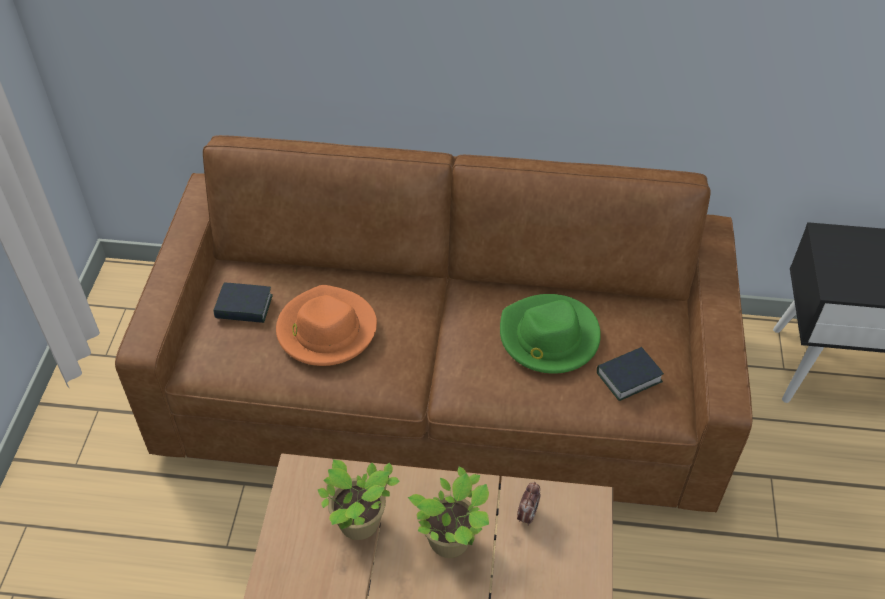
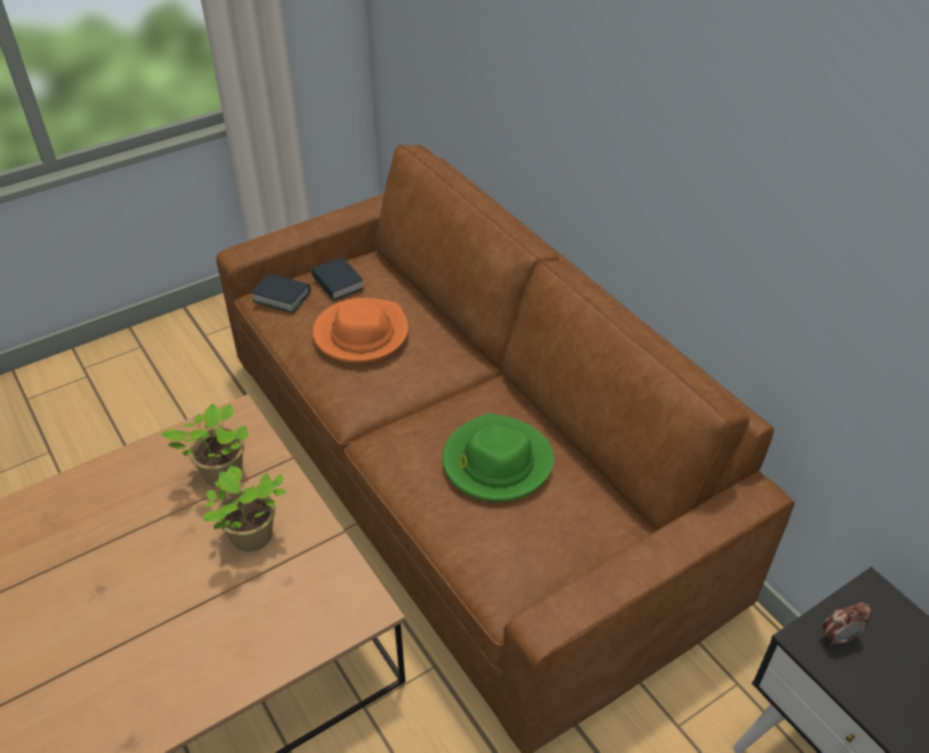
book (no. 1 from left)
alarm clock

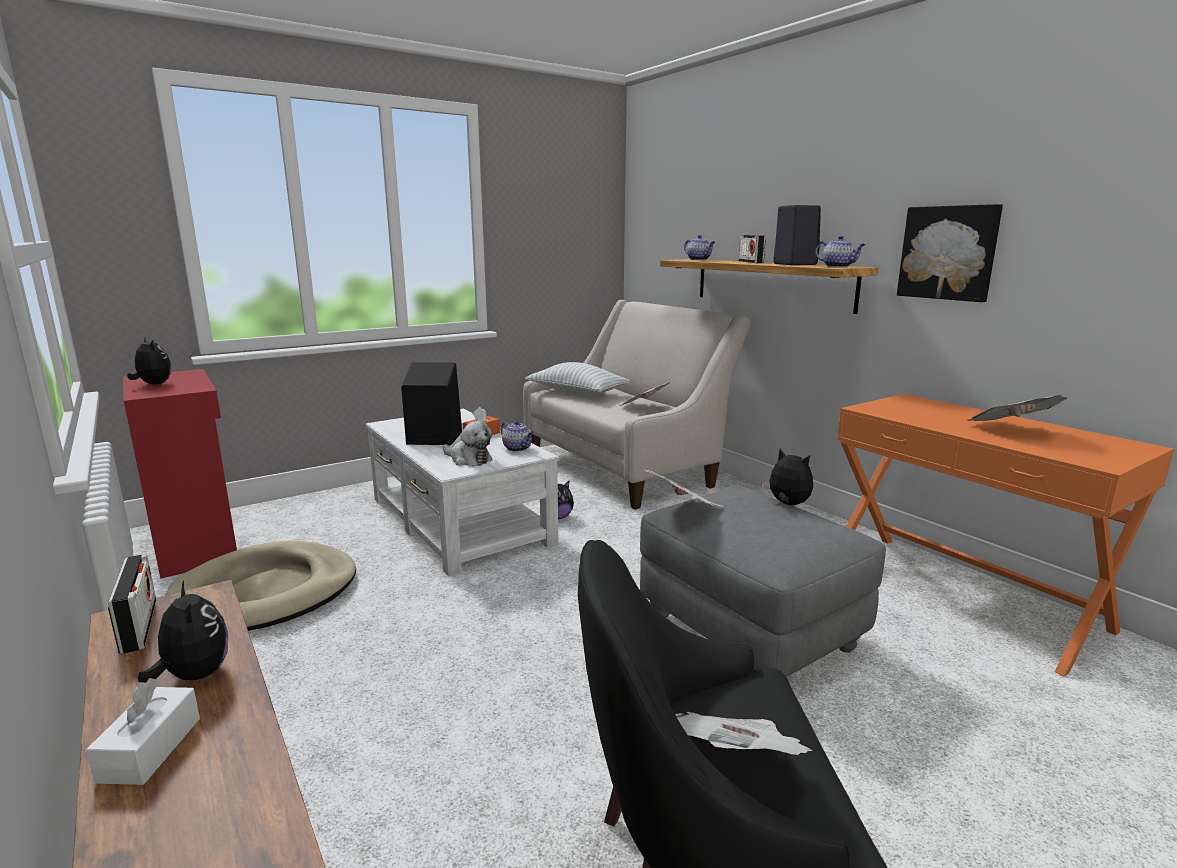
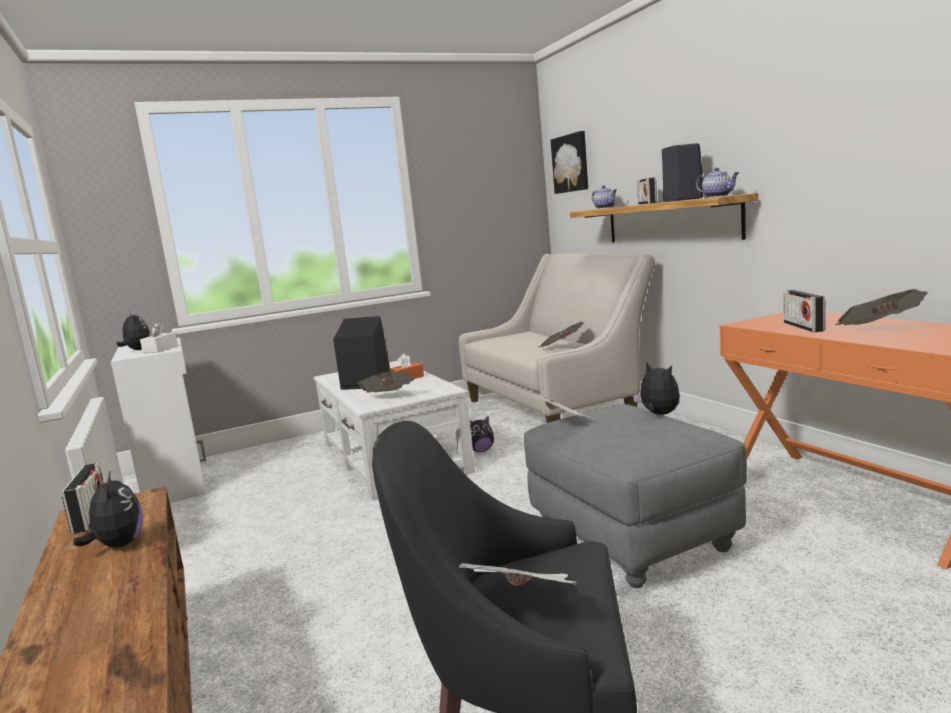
white cabinet
white tissue box
newspaper (no. 1 from left)
picture
radio (no. 3 from left)
beige dog bed
teapot (no. 1 from left in the first image)
pillow

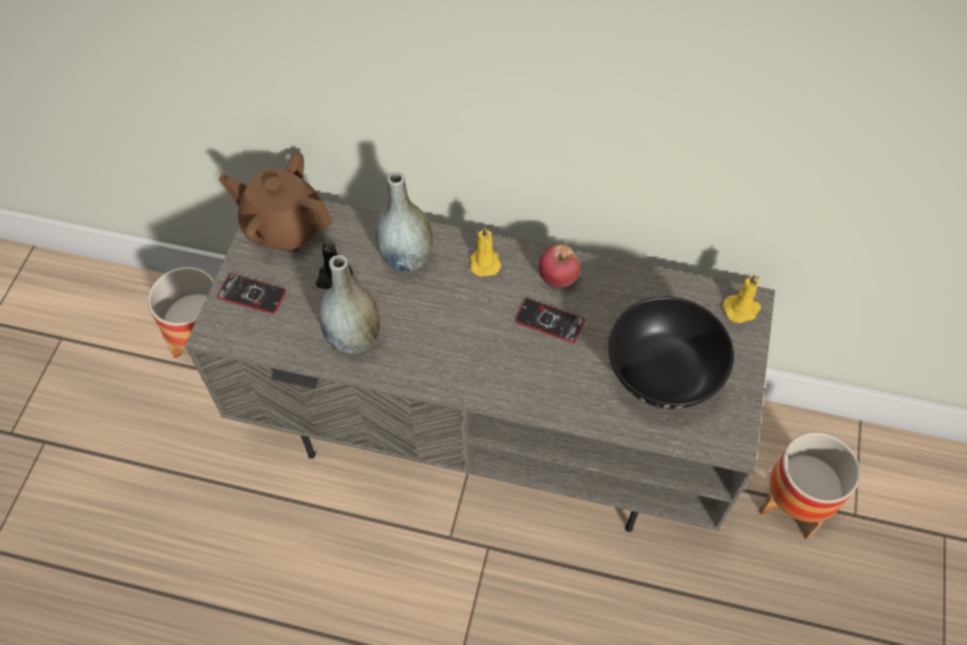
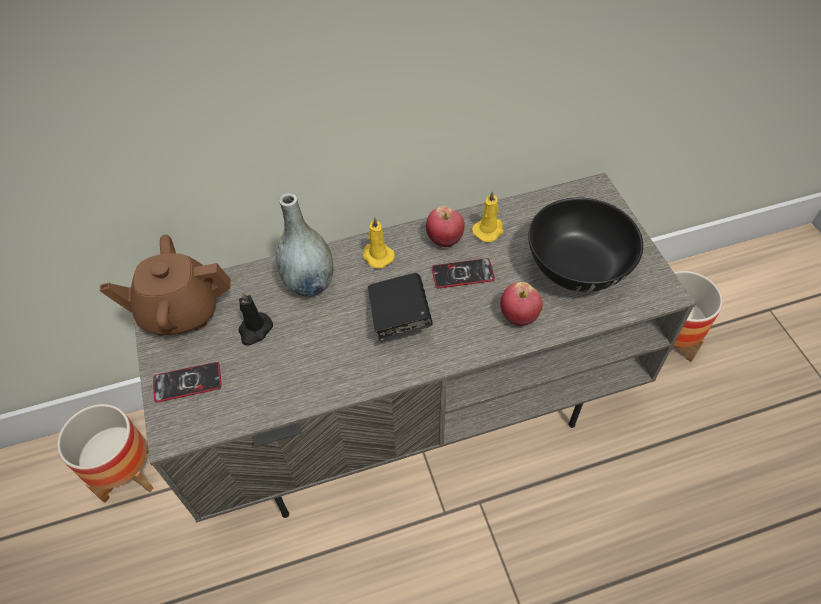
black book
yellow candle (no. 2 from left)
apple (no. 2 from left)
grey vase (no. 1 from left in the first image)

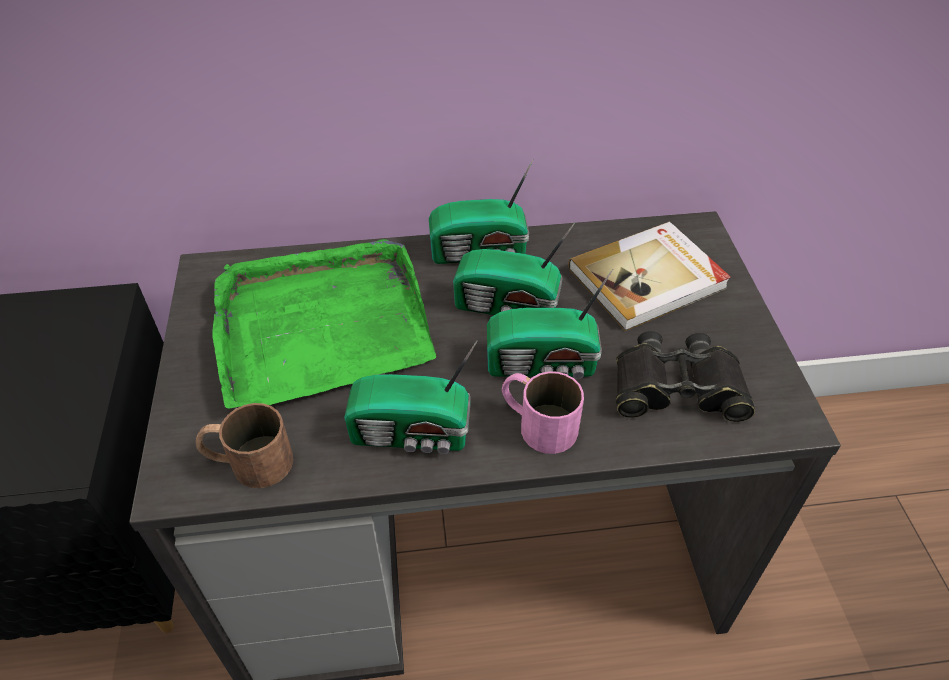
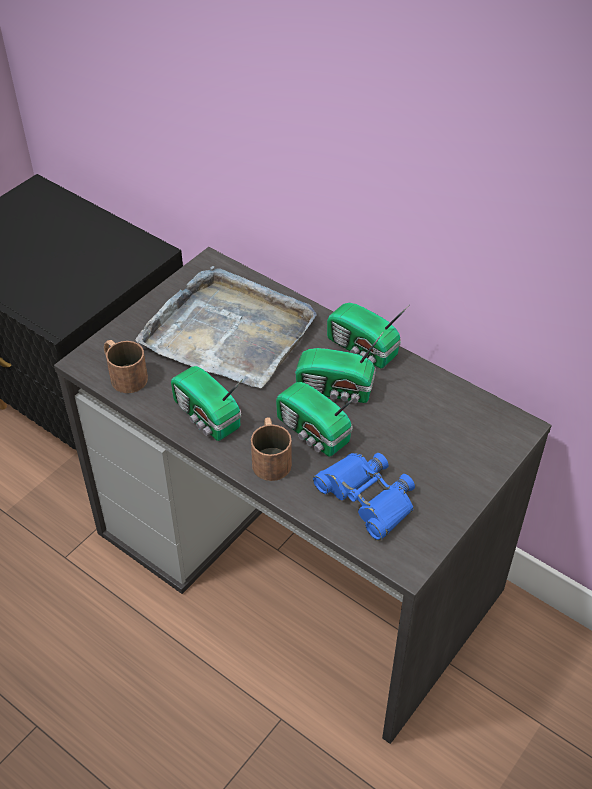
grey tray
brown mug (no. 2 from left)
radio (no. 3 from left)
blue binoculars
book

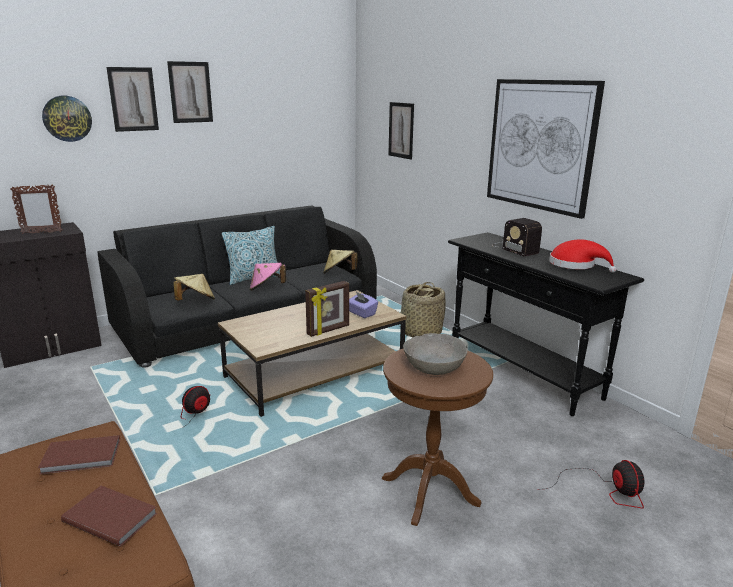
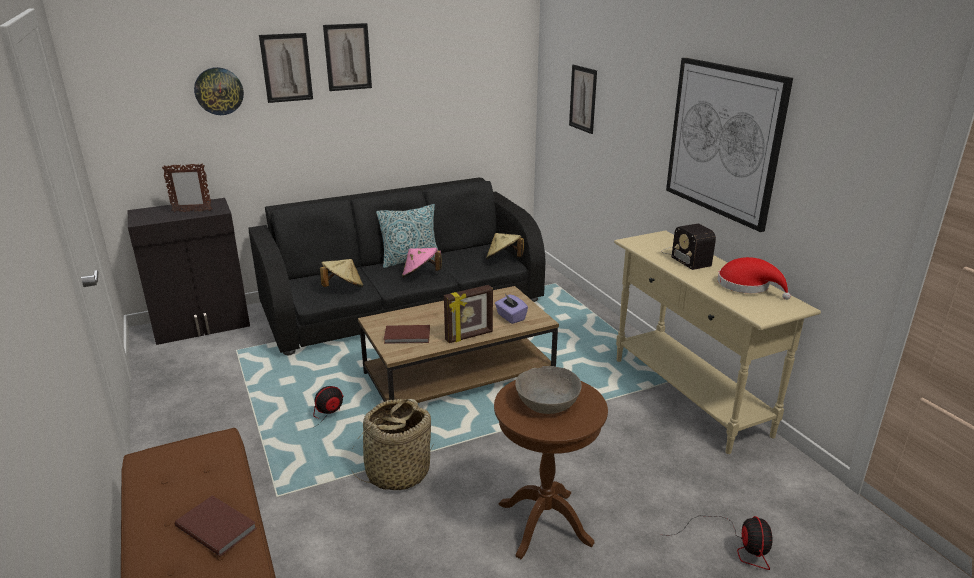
basket
brown book (no. 2 from left)
beige console table

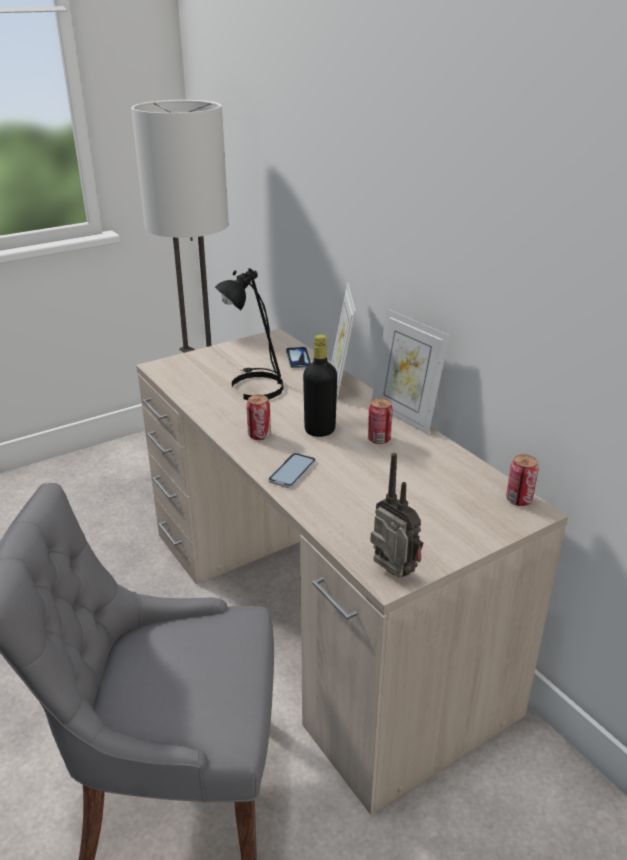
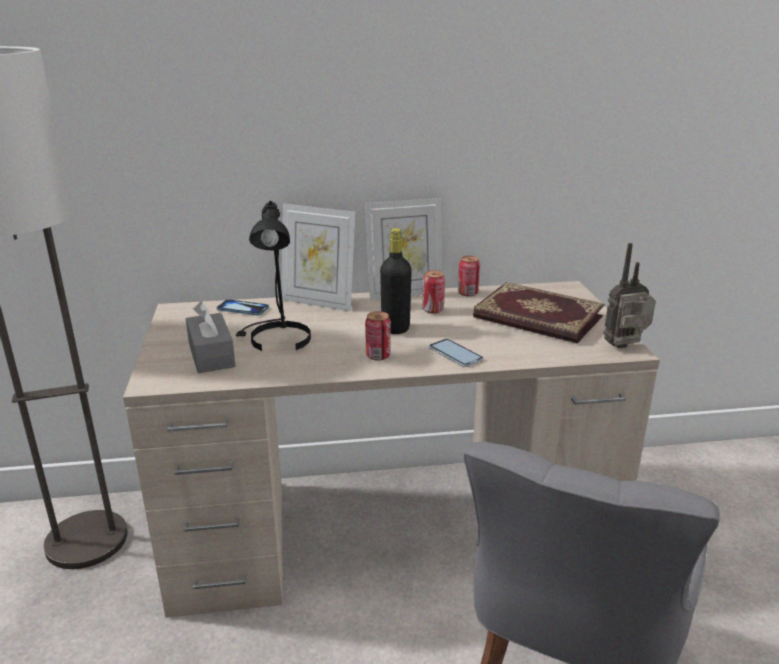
grey tissue box
can (no. 3 from left)
book

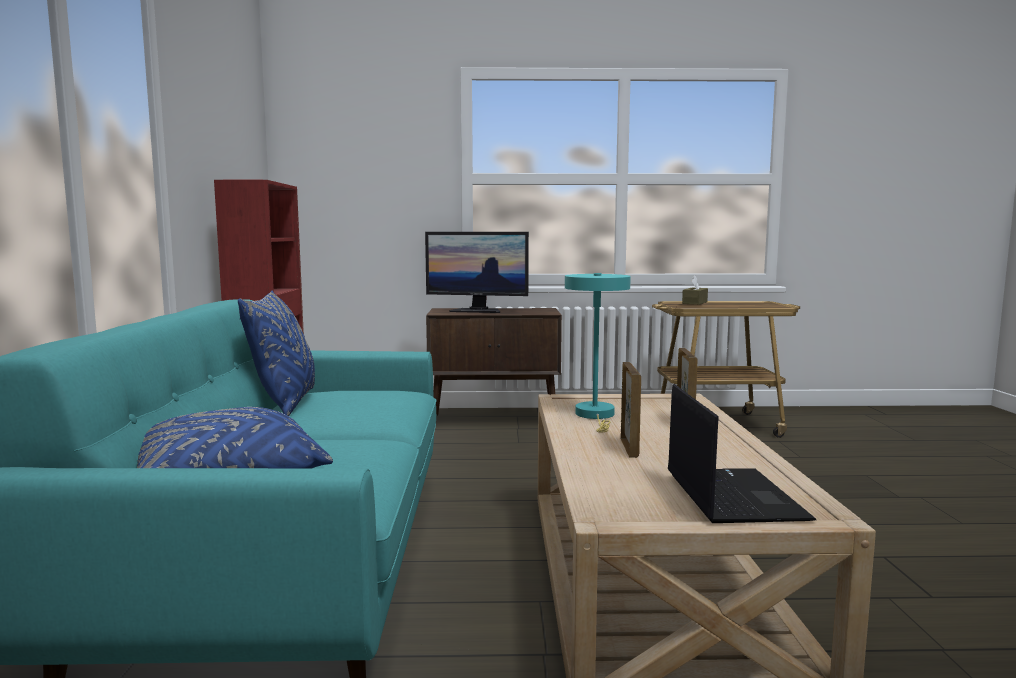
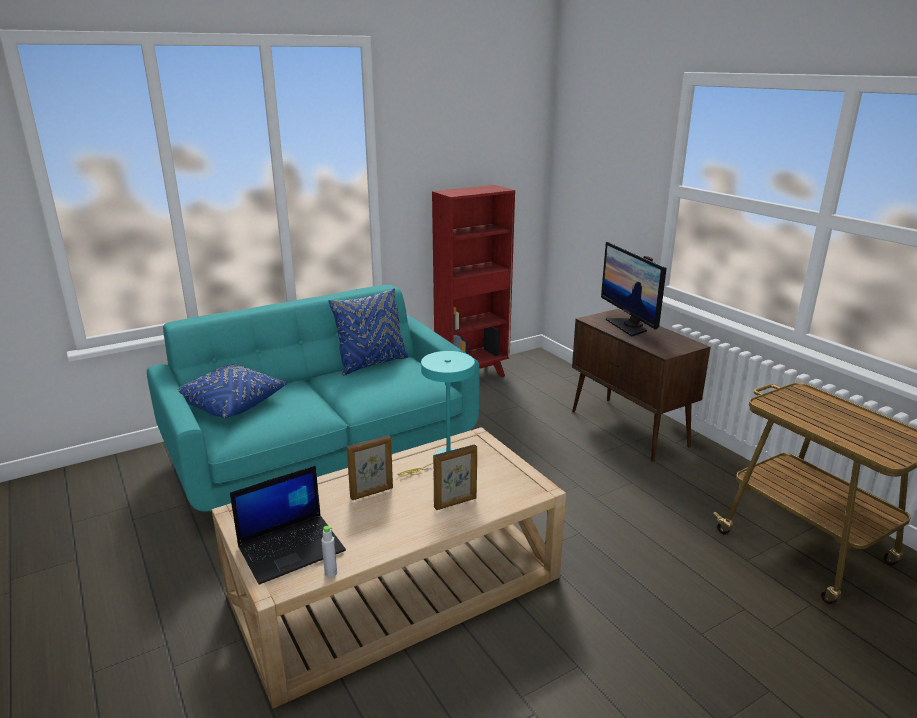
grey bottle
brown tissue box

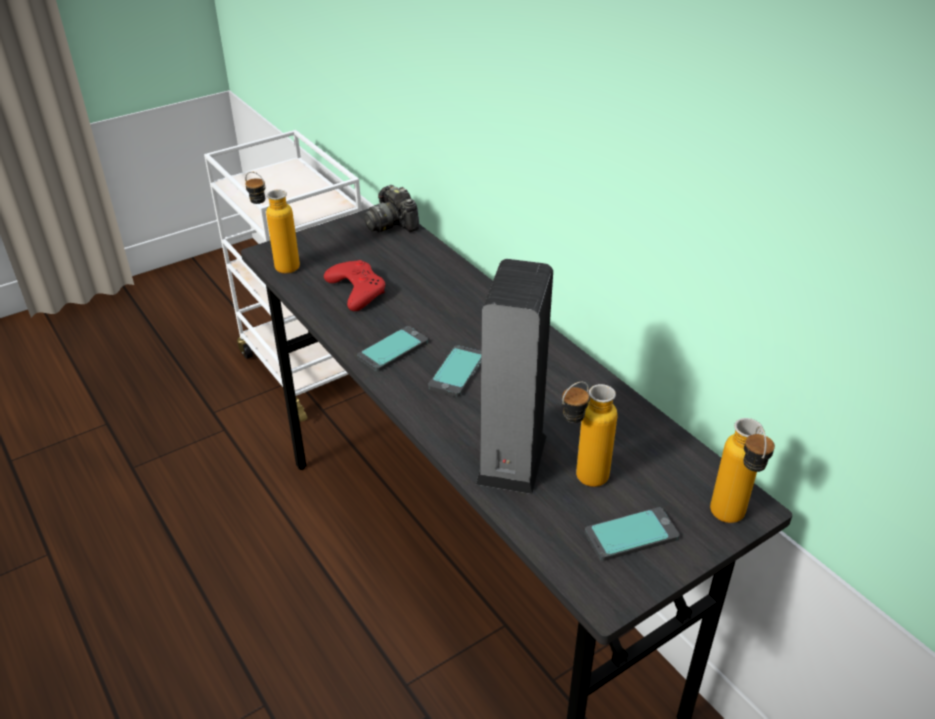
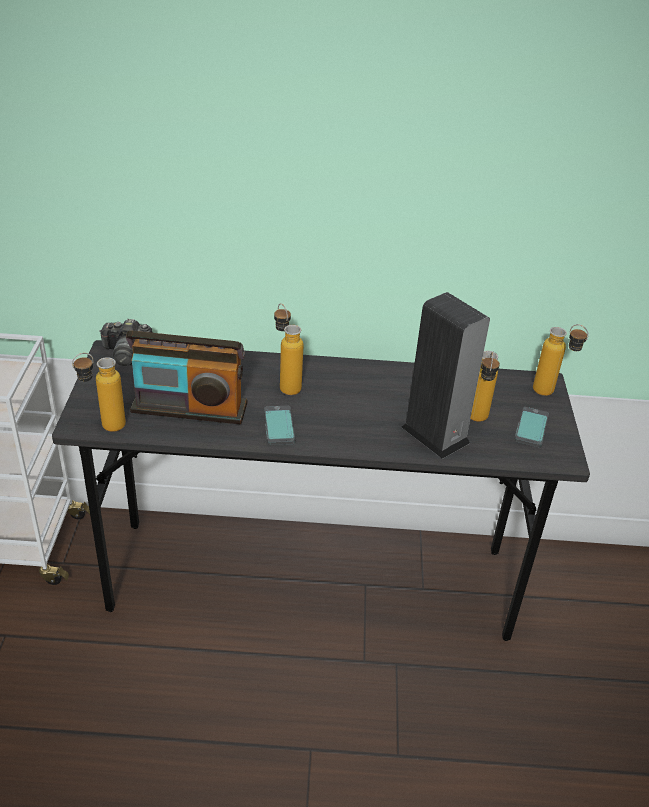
radio
bottle (no. 2 from left)
phone (no. 2 from left in the first image)

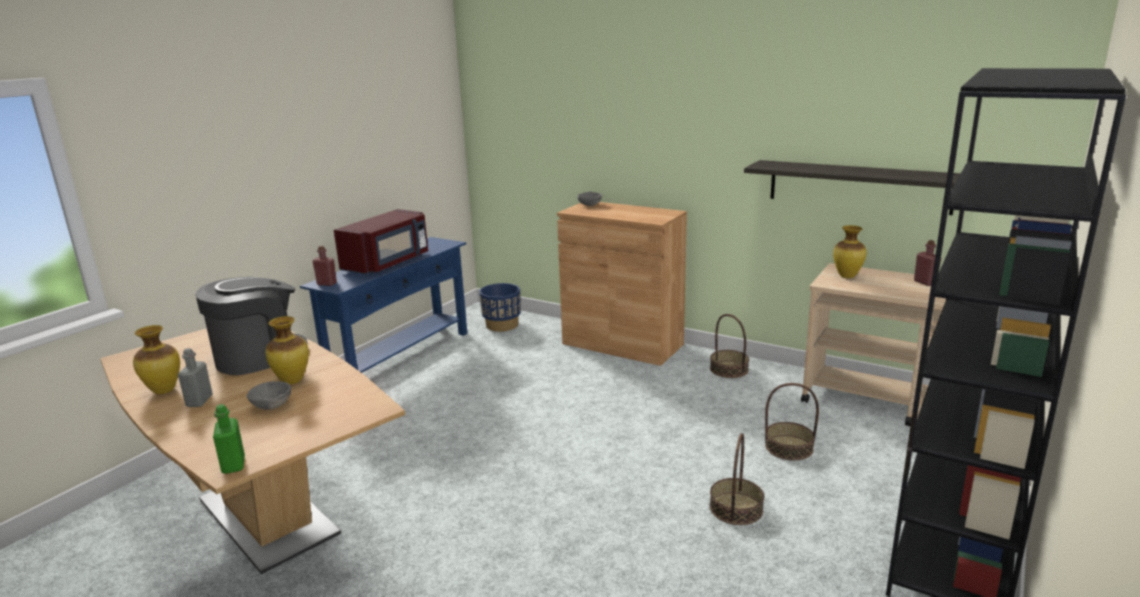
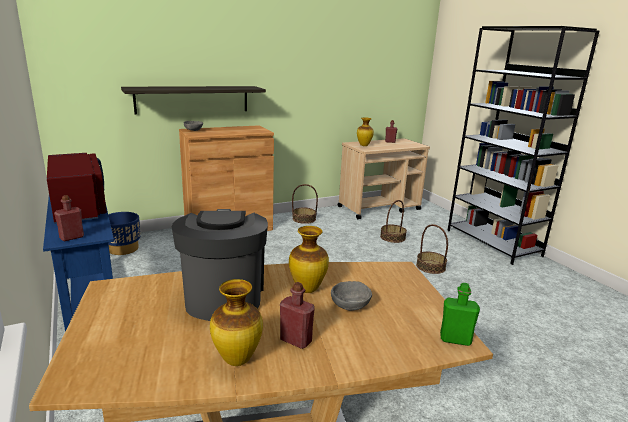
shelf
red bottle (no. 2 from left)

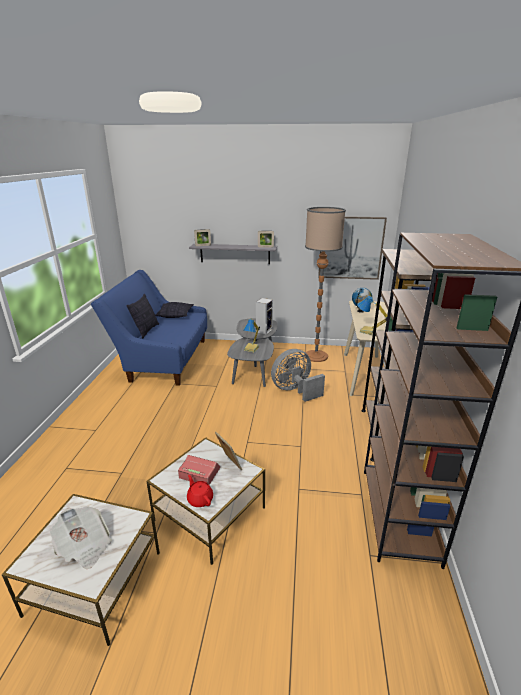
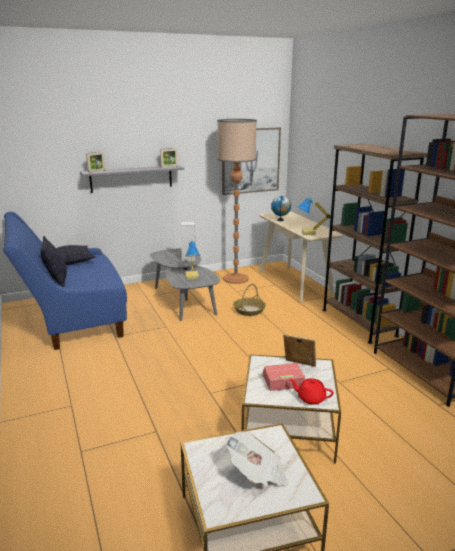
basket

